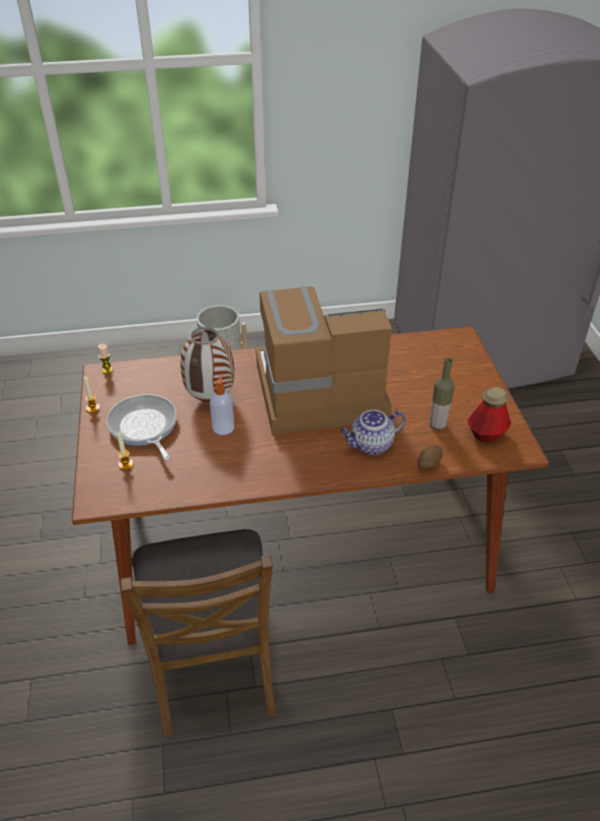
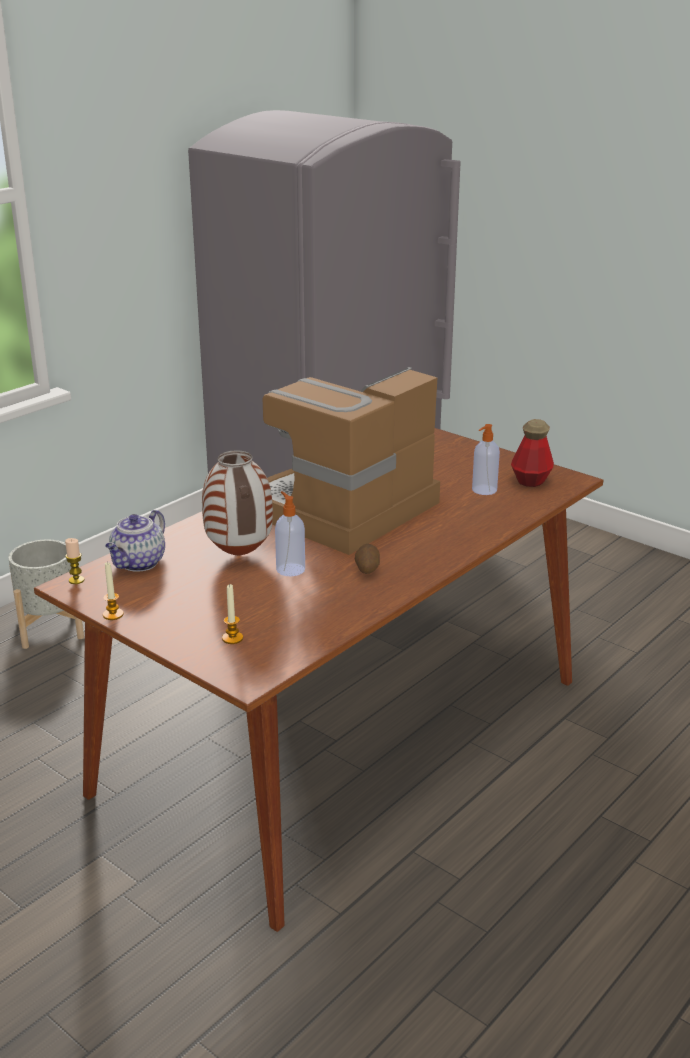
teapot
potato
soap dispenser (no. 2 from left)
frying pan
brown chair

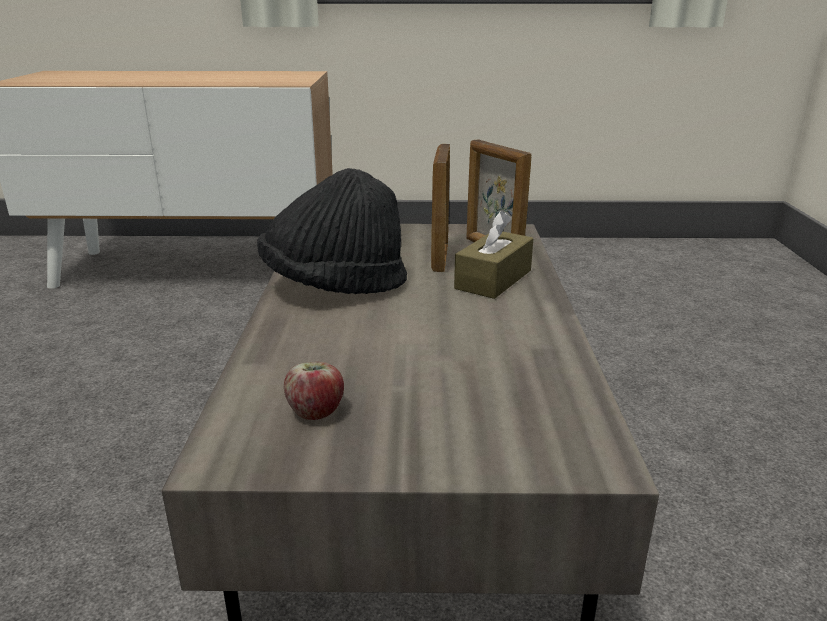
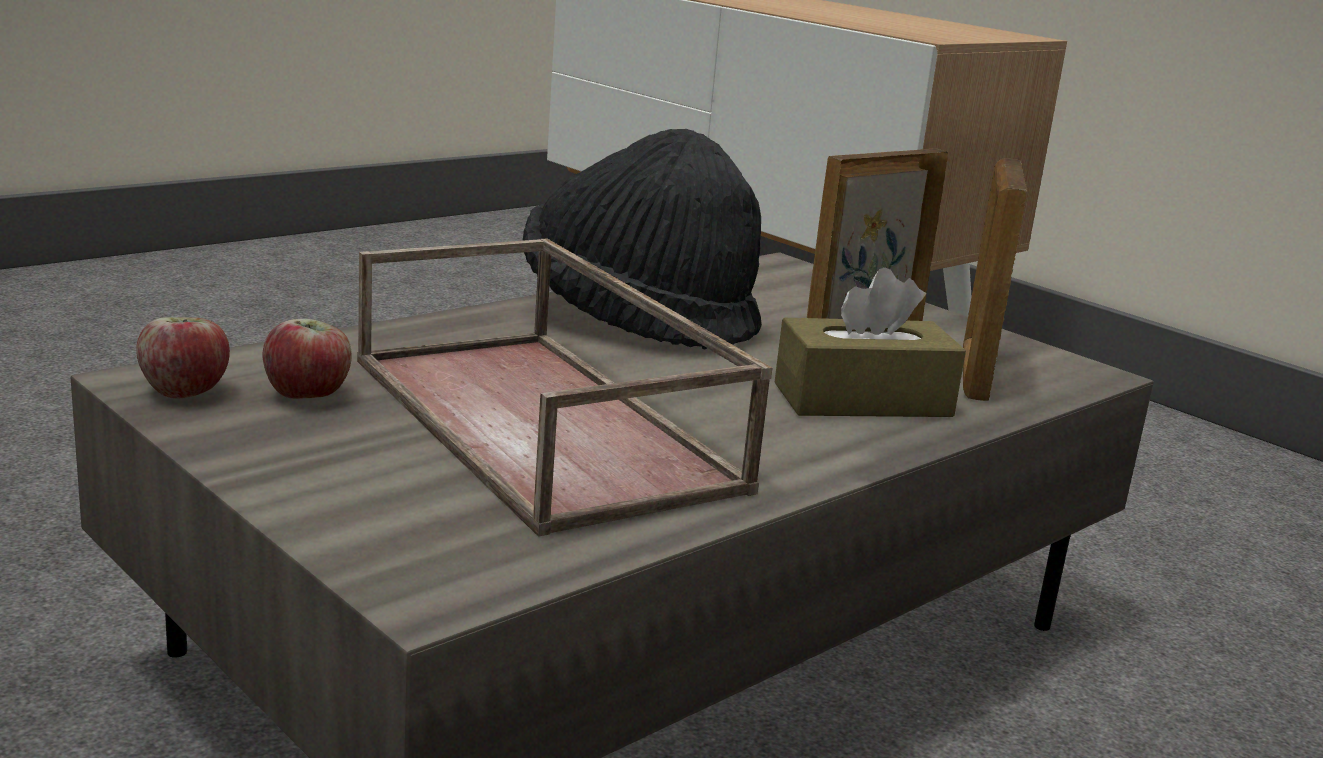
apple (no. 1 from left)
brown tray

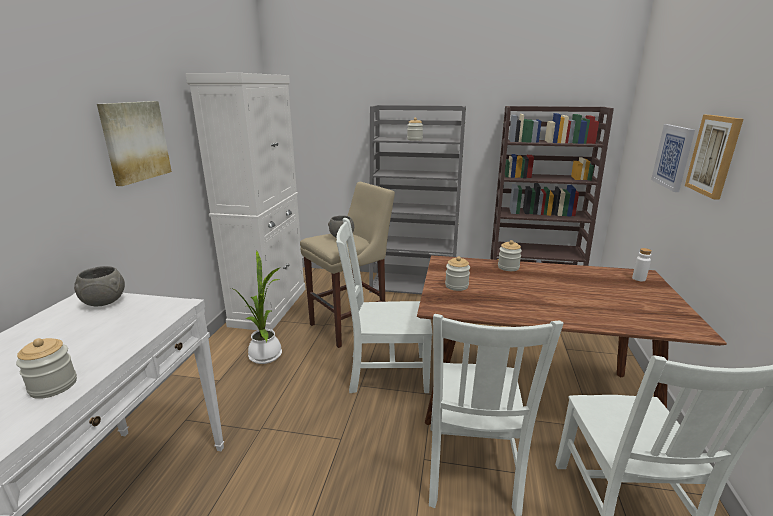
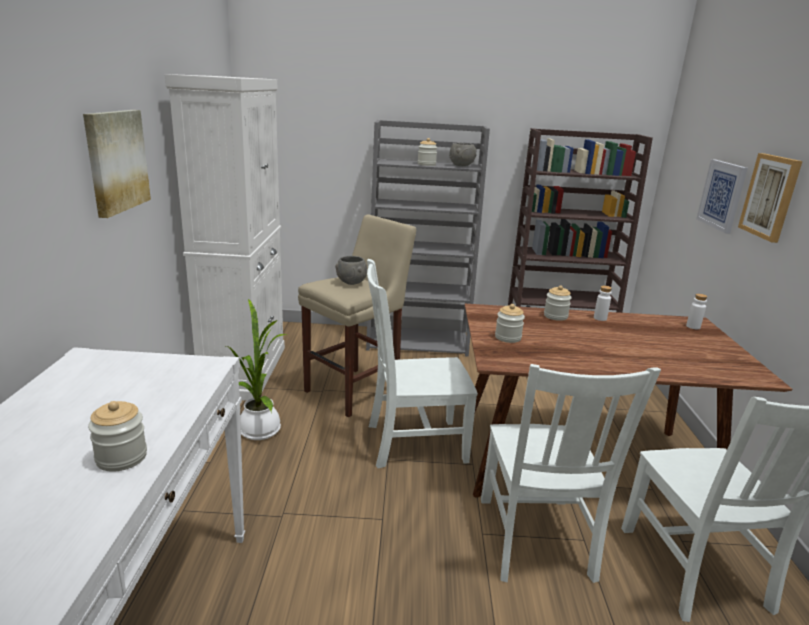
grey bowl (no. 2 from left)
white bottle (no. 1 from left)

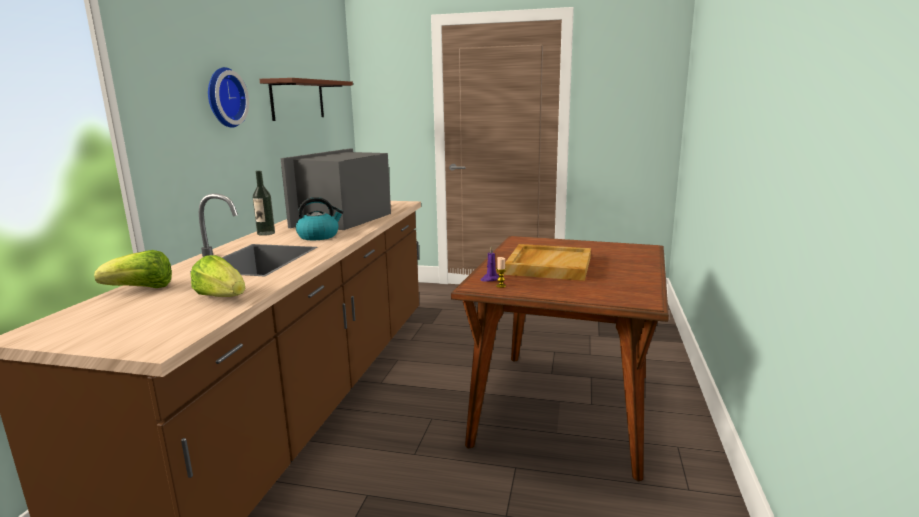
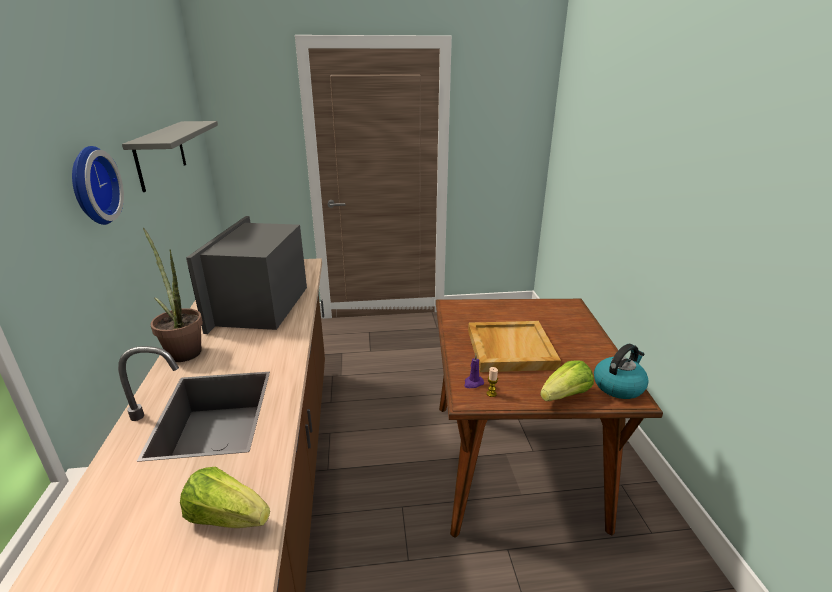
grey shelf
potted plant
lettuce (no. 2 from left)
kettle

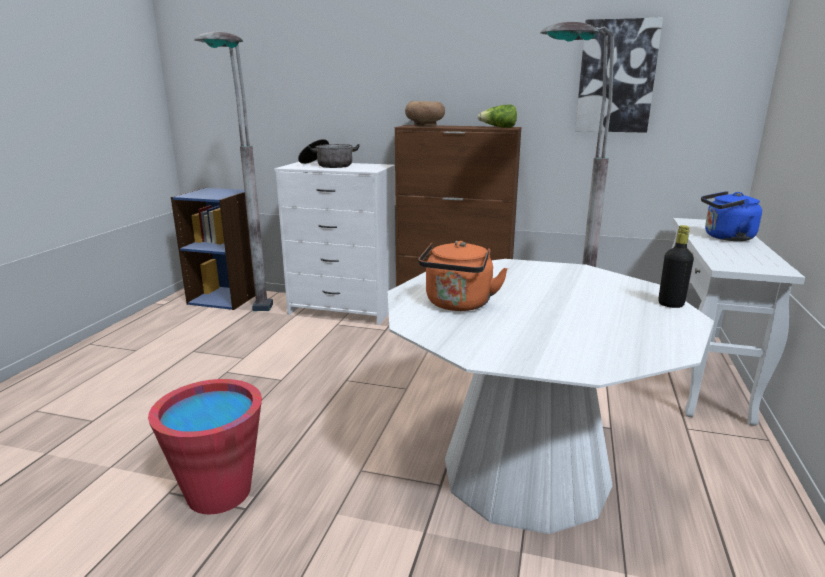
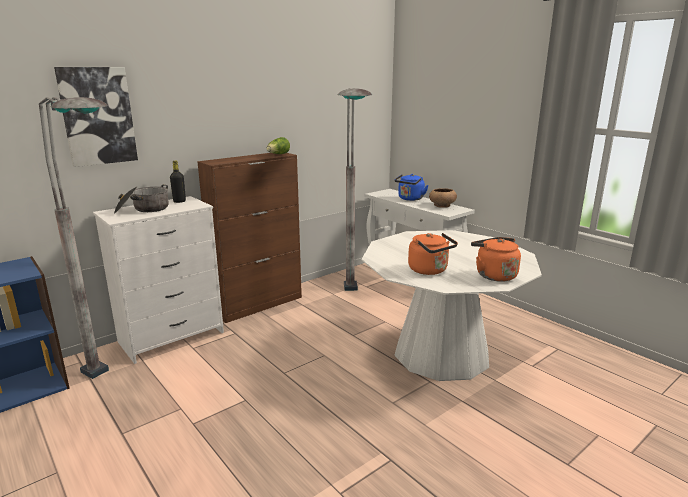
picture
black bottle
brown bowl
orange kettle (no. 2 from left)
red bucket

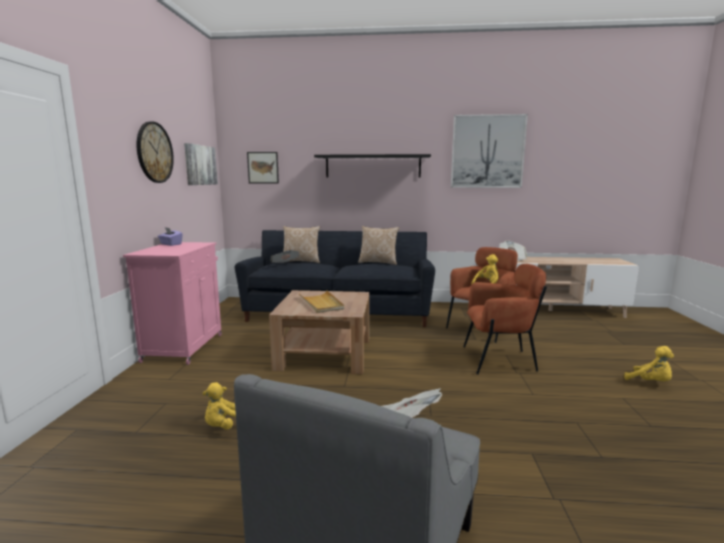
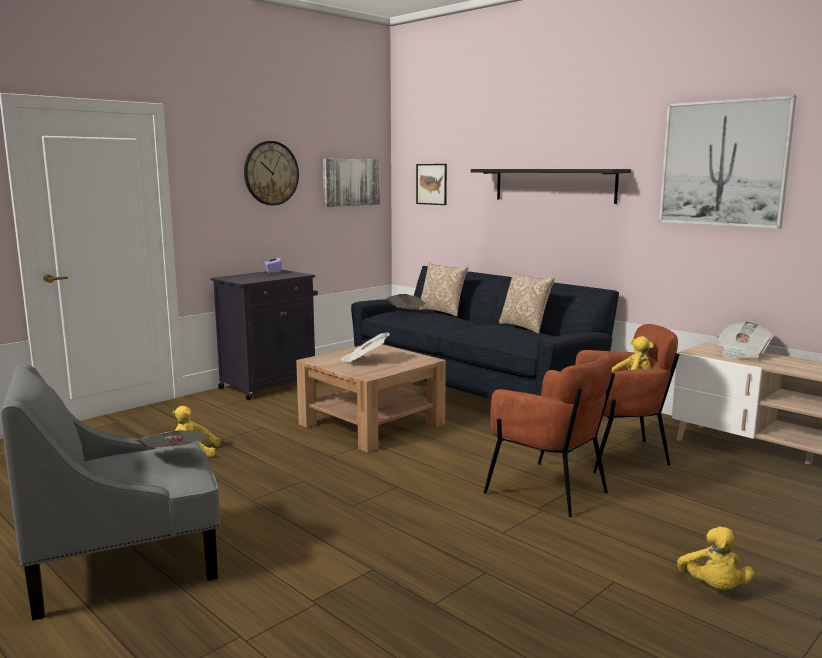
black cabinet
newspaper (no. 2 from left)

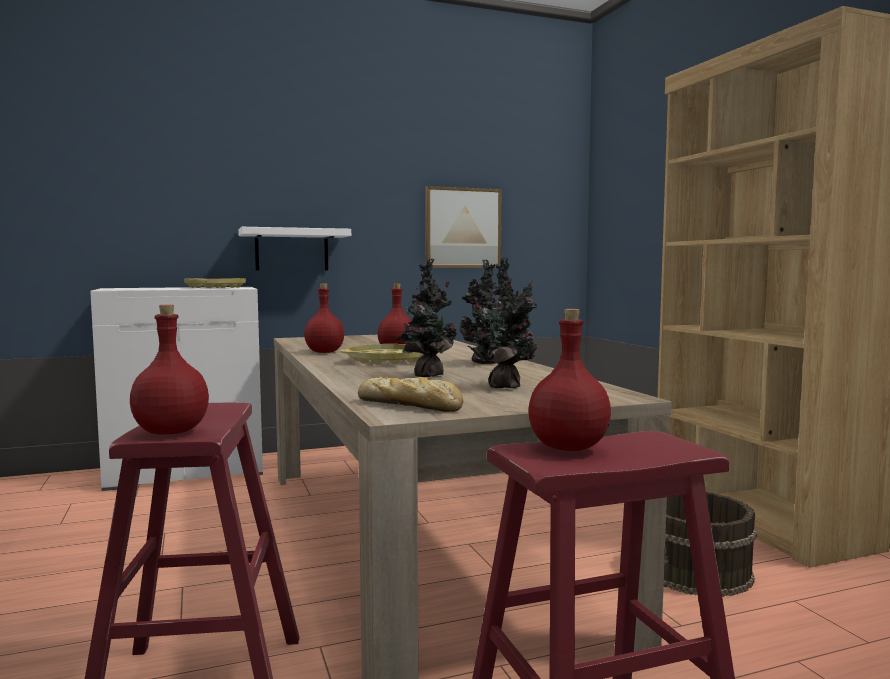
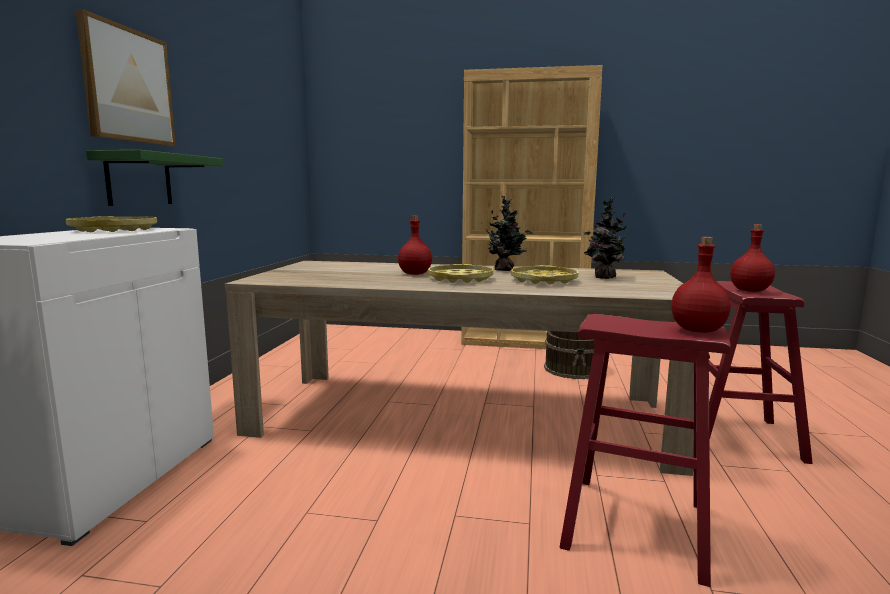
picture
green shelf
yellow tray (no. 3 from left)
red bottle (no. 2 from left in the first image)
bread

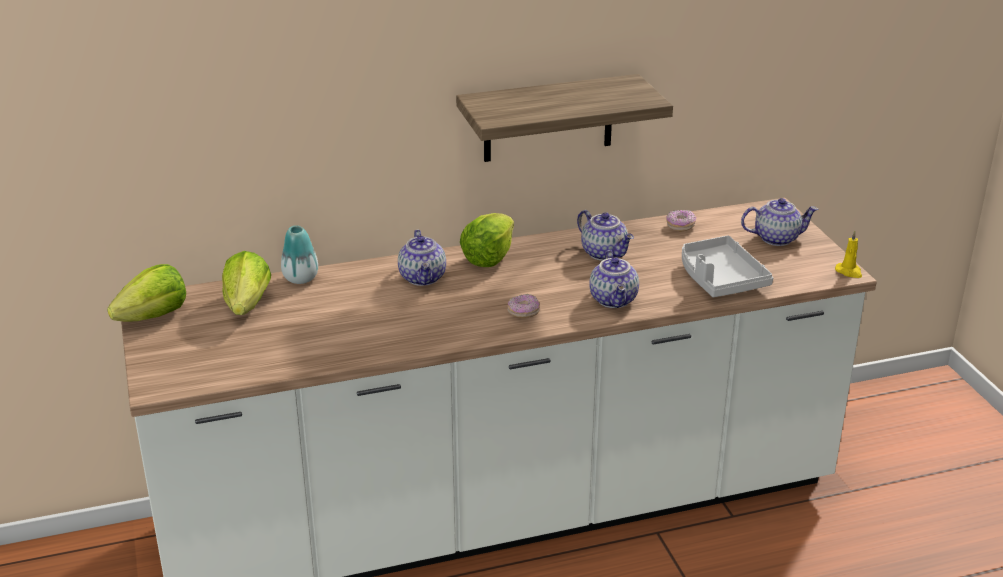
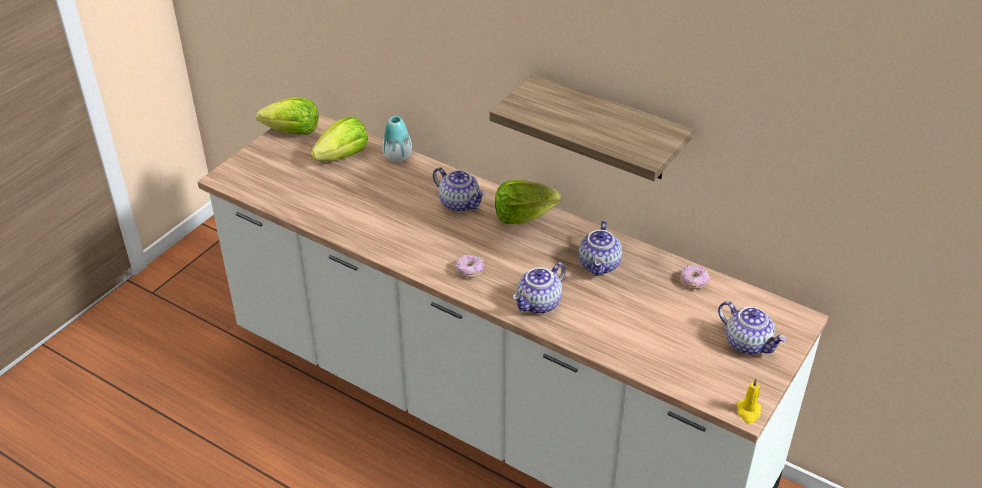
teapot (no. 1 from left)
grey tray

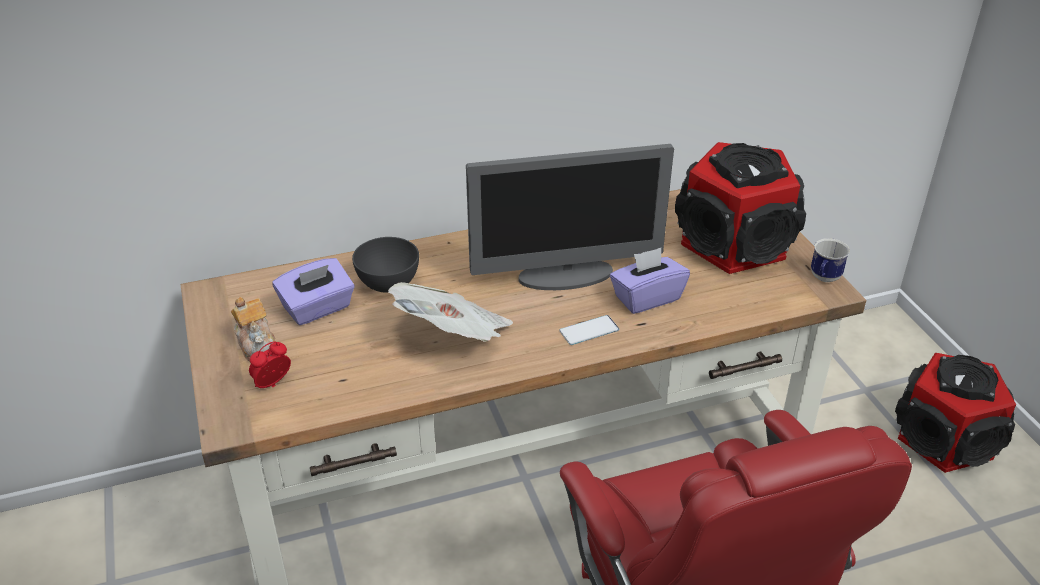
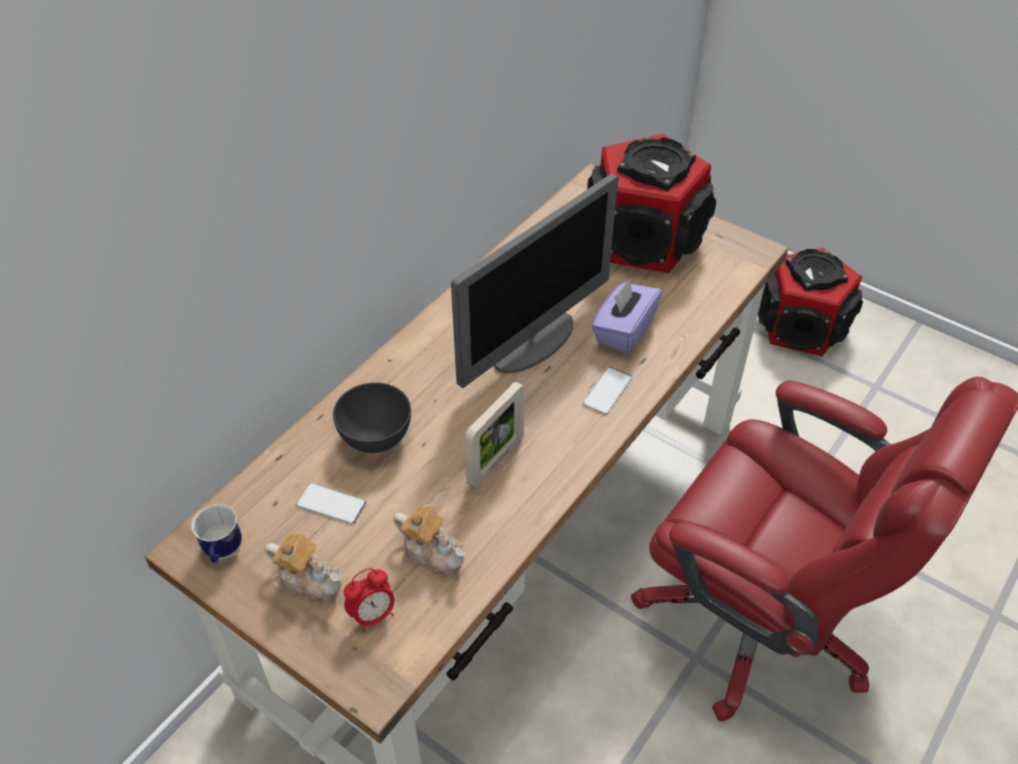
mug
phone (no. 1 from left)
alarm clock
teapot (no. 2 from left)
picture frame

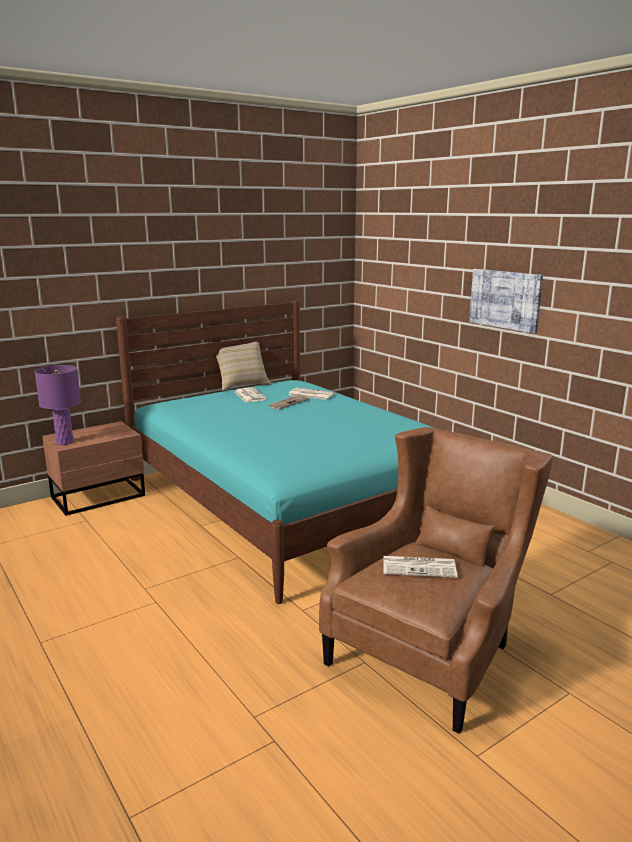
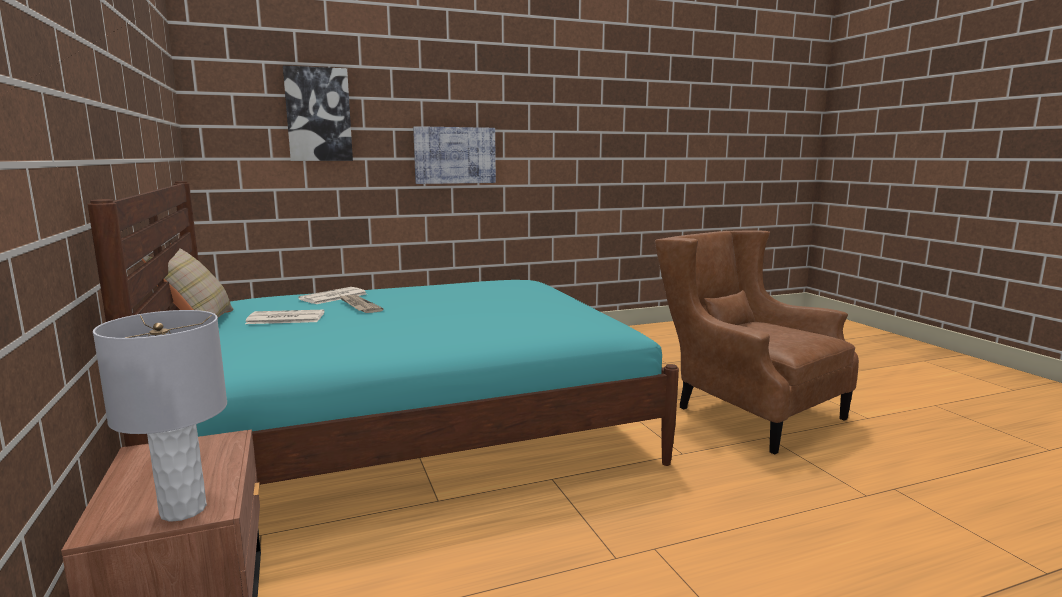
grey table lamp
picture (no. 1 from left)
newspaper (no. 4 from left in the first image)

